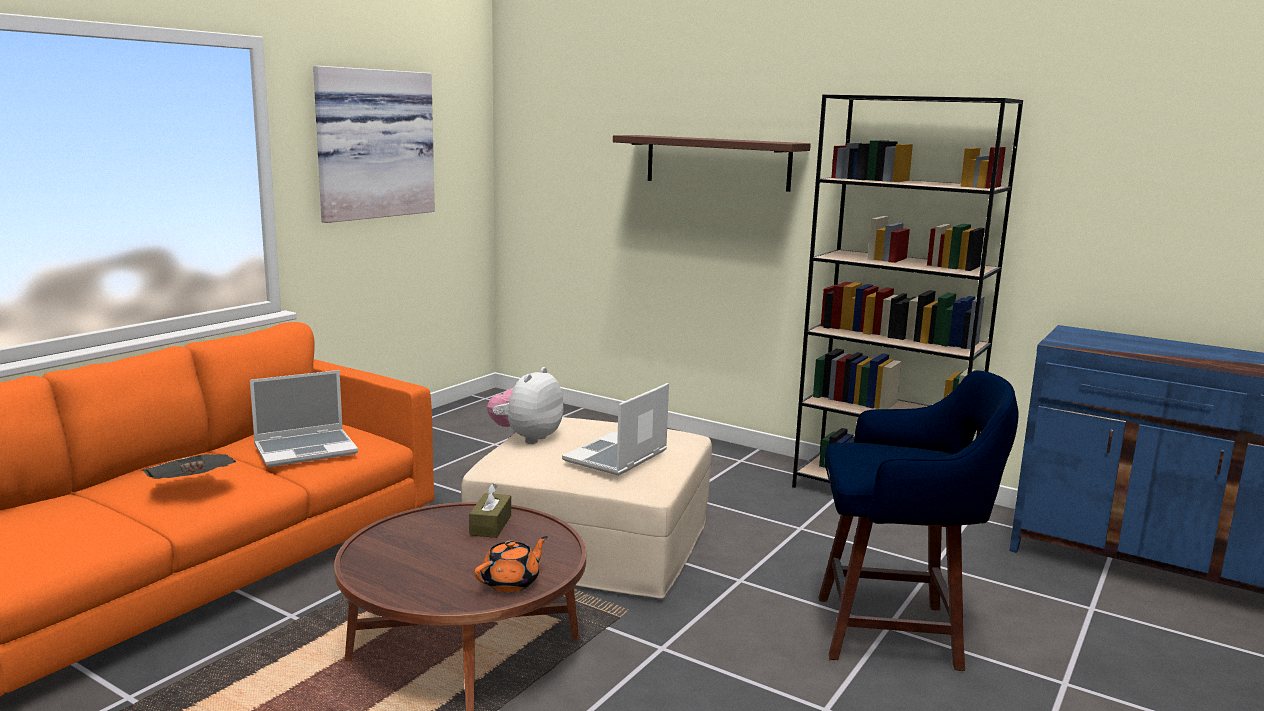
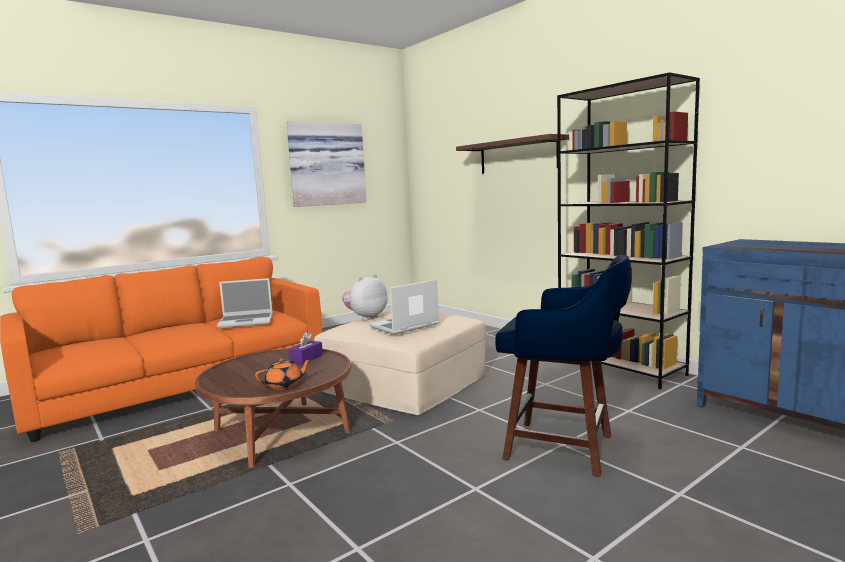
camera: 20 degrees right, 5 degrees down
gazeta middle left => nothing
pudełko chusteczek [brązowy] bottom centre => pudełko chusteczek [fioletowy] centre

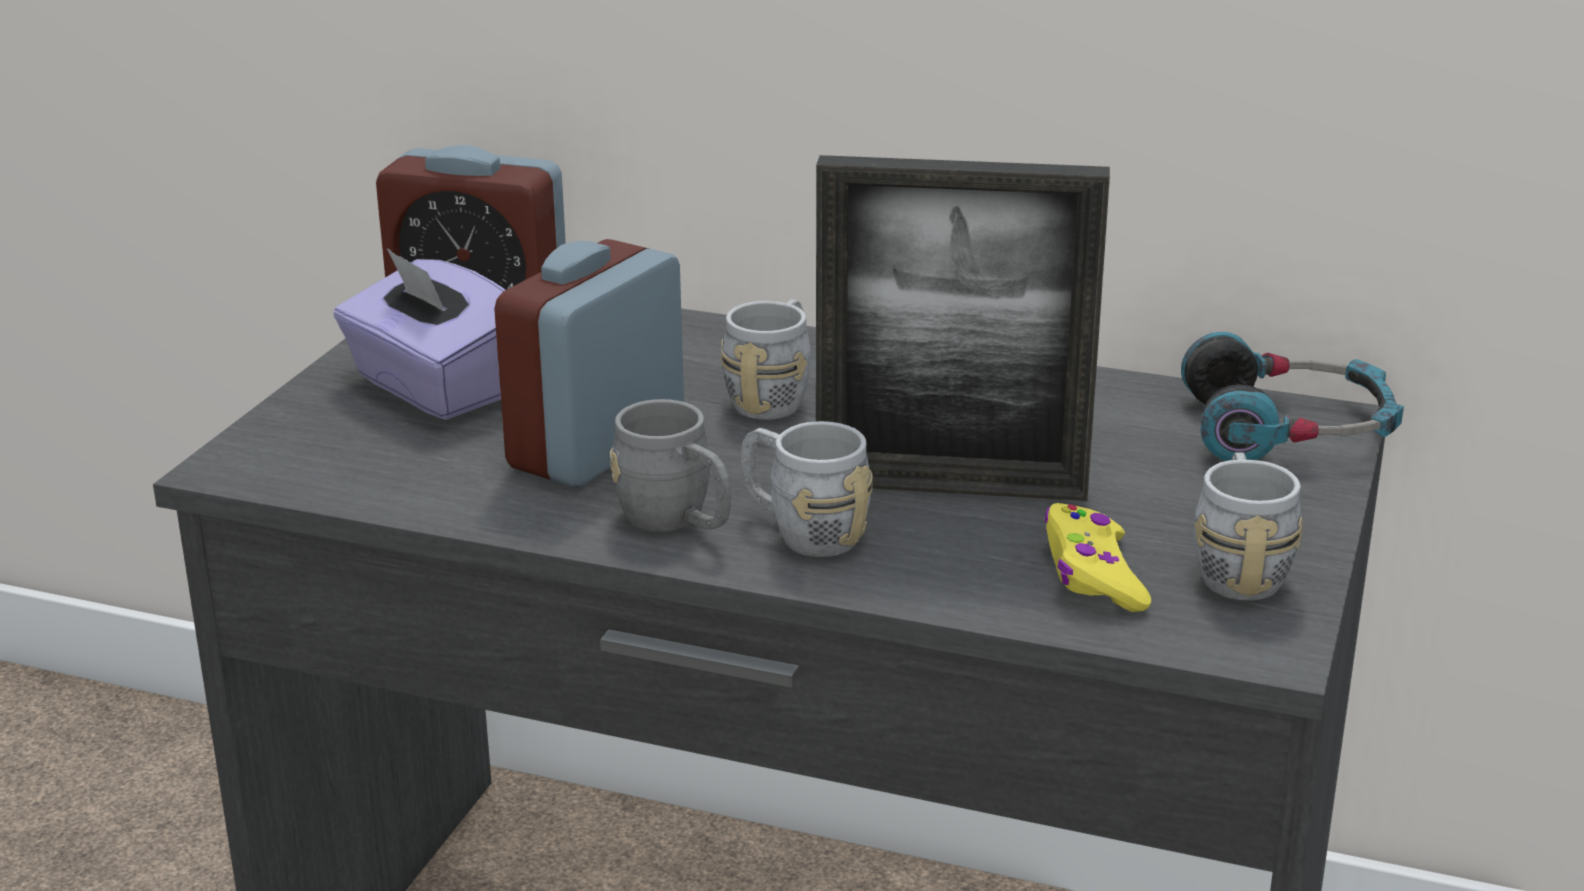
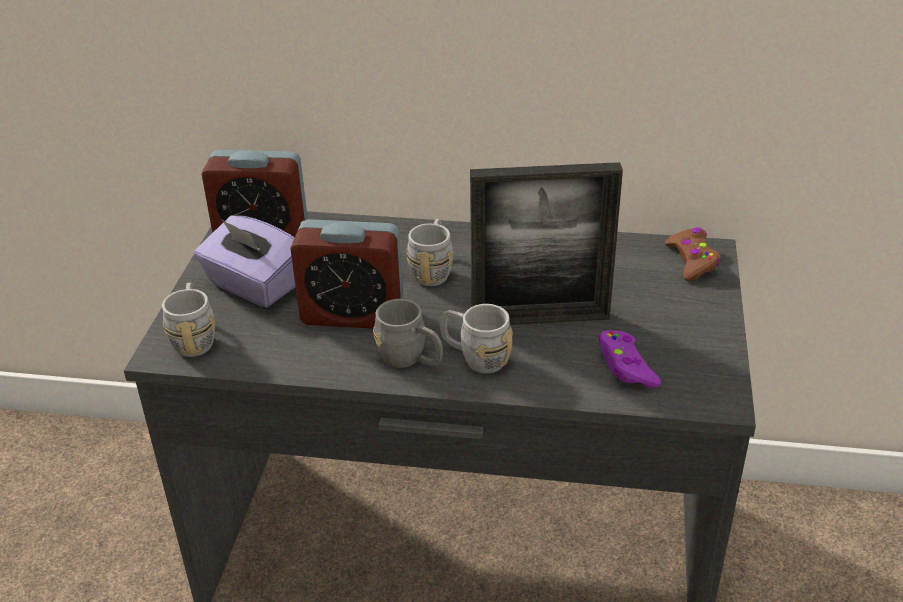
camera: 10 degrees left, 10 degrees up
kubek [szary] (4th from left in the first image) middle right => kubek [szary] (1st from left) middle left, moved
słuchawki middle right => pad do gier [brązowy] middle right
pad do gier [żółty] middle right => pad do gier [fioletowy] middle right
budzik (2nd from left) centre, 105 degrees counterclockwise

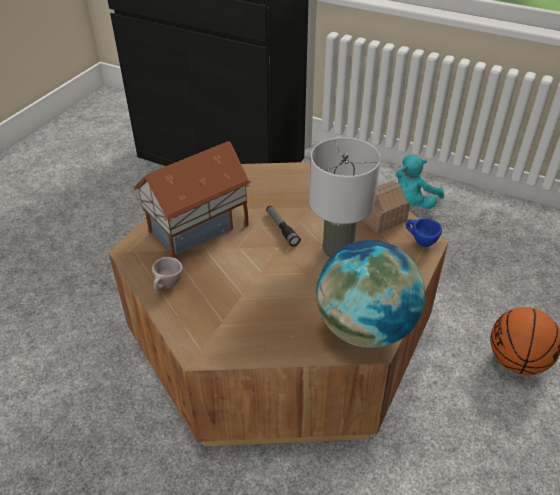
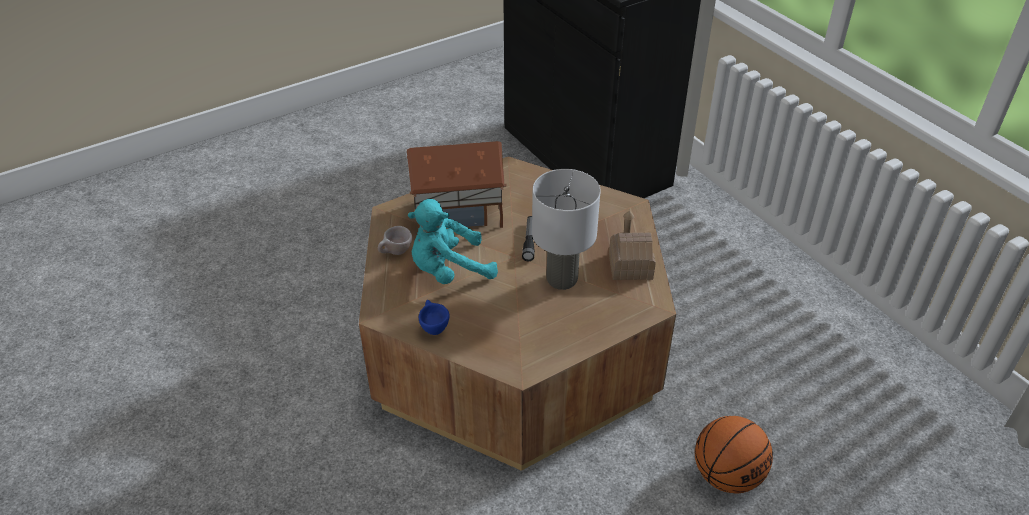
camera: 30 degrees right, 0 degrees up
globus centre => nothing
pluszak [turkusowy] middle right => pluszak [turkusowy] centre, moved
filiżanka [niebieski] middle right => filiżanka [niebieski] centre, moved

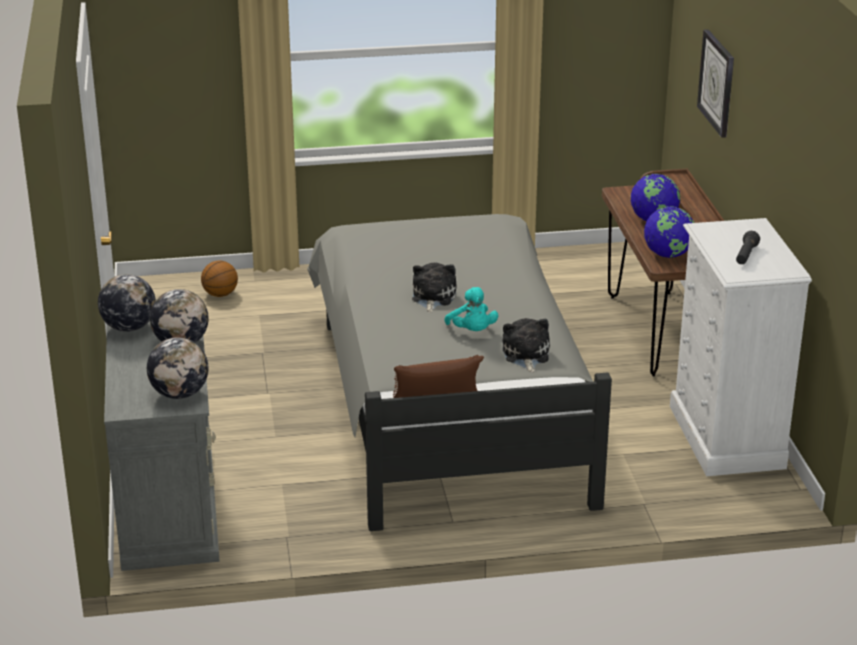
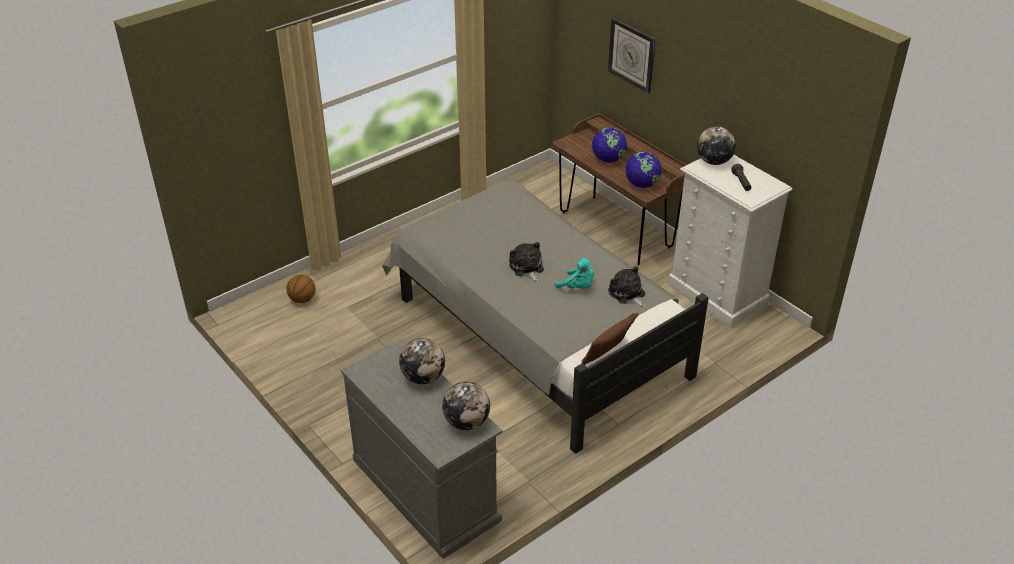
camera: 30 degrees left, 10 degrees up
globus (1st from left in the first image) middle left => globus (5th from left) top right, moved

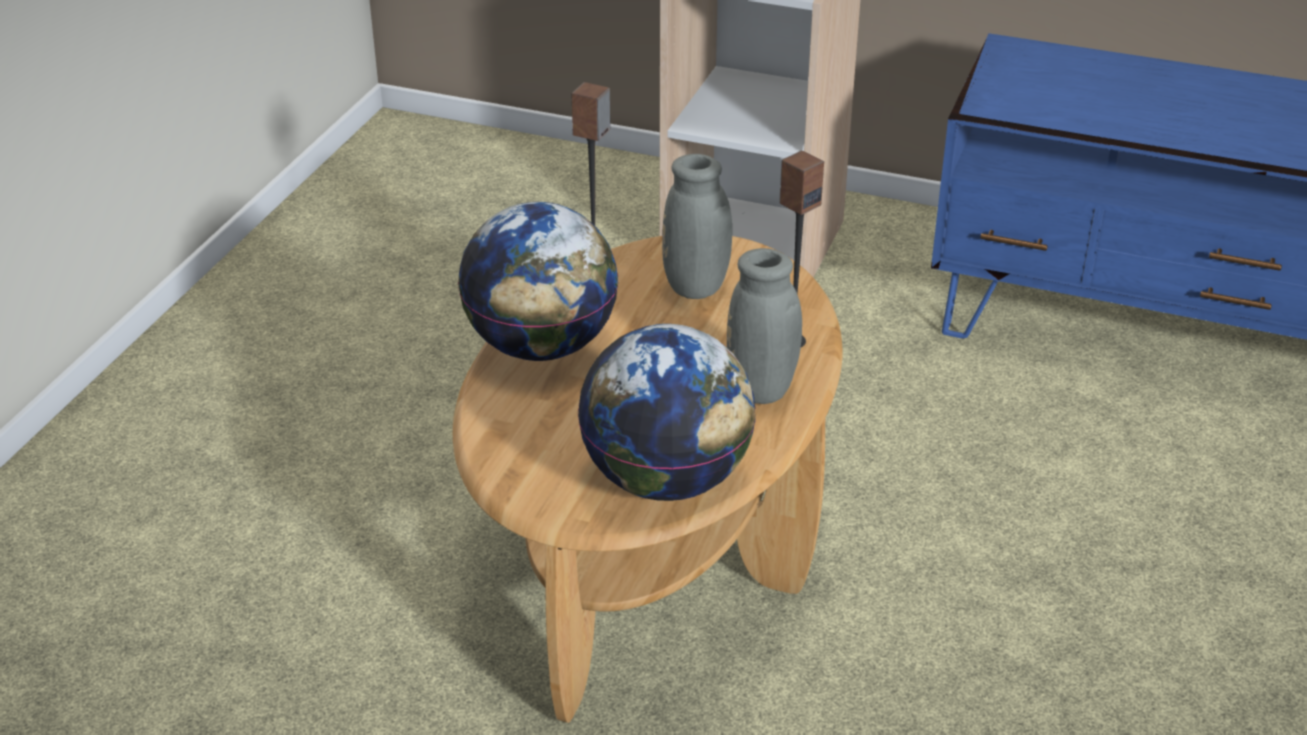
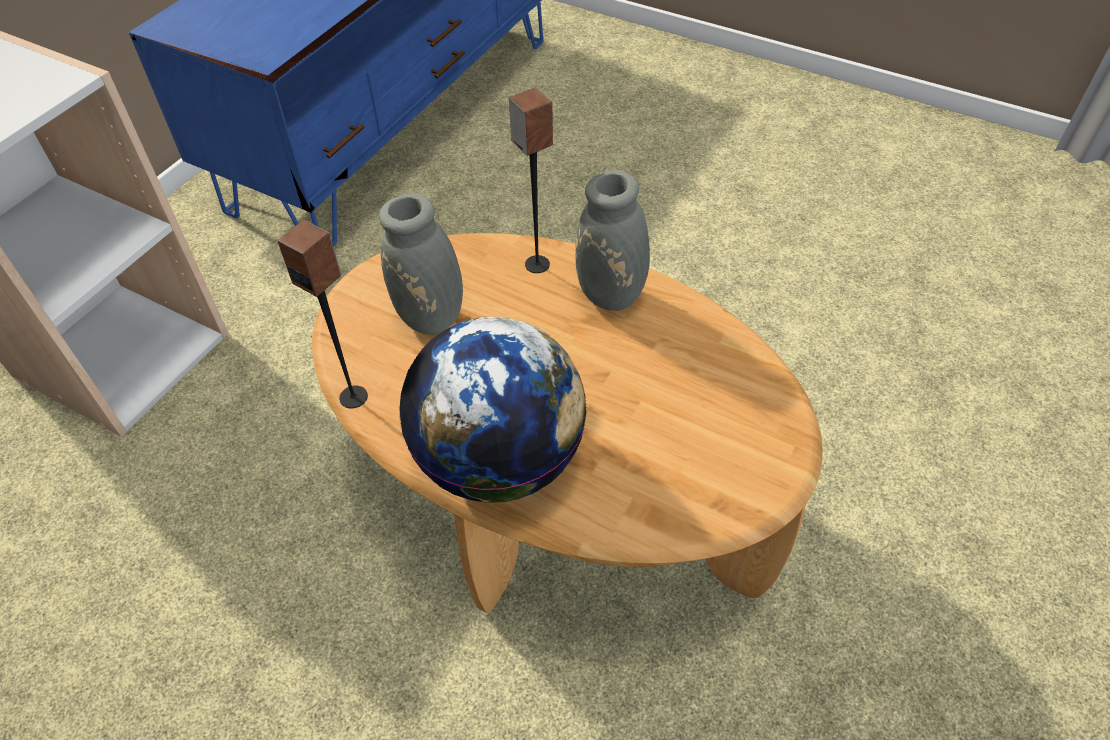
camera: 80 degrees left, 15 degrees up
globus (2nd from left) centre => nothing

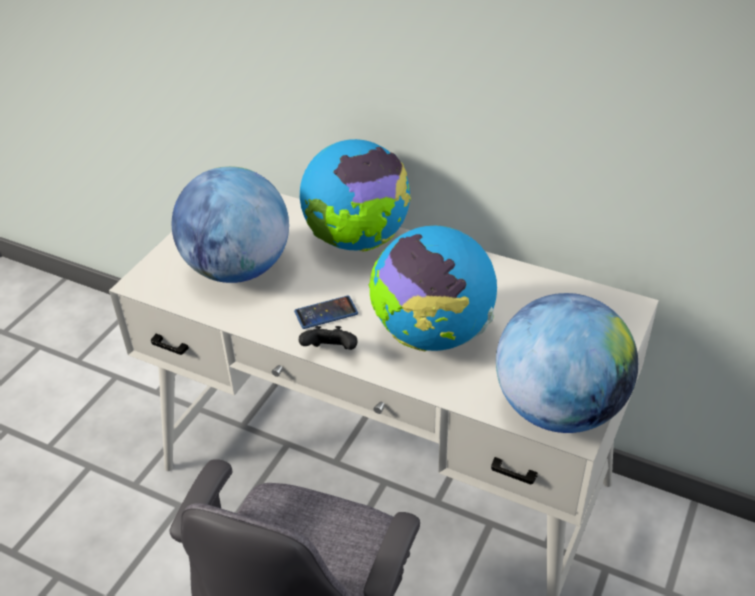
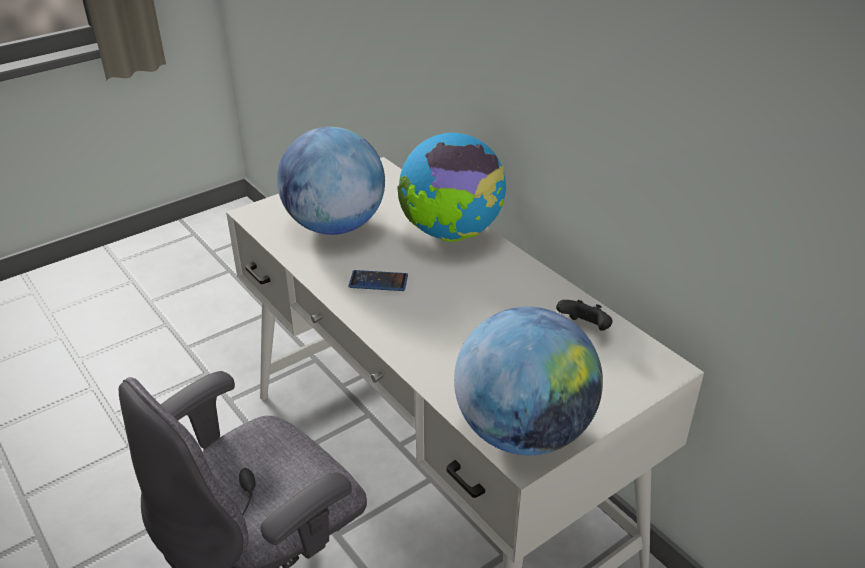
camera: 25 degrees right, 5 degrees down
globus (3rd from left) centre => nothing
pad do gier [czarny] centre => pad do gier [czarny] middle right, moved

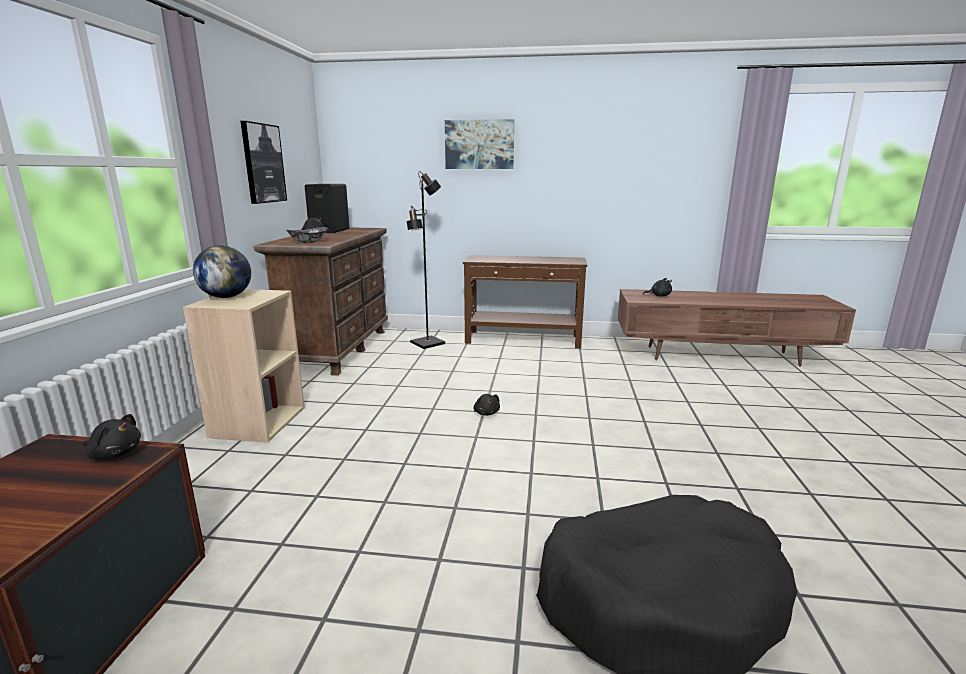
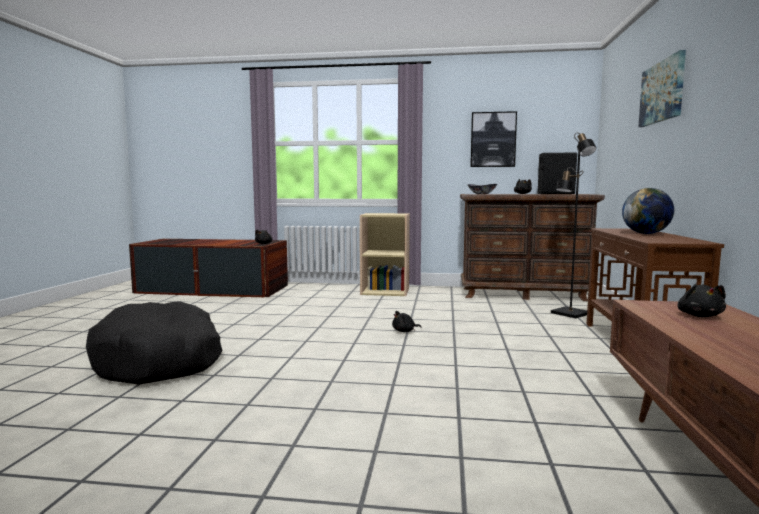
camera: 90 degrees right, 10 degrees down
globus middle left => globus middle right, moved

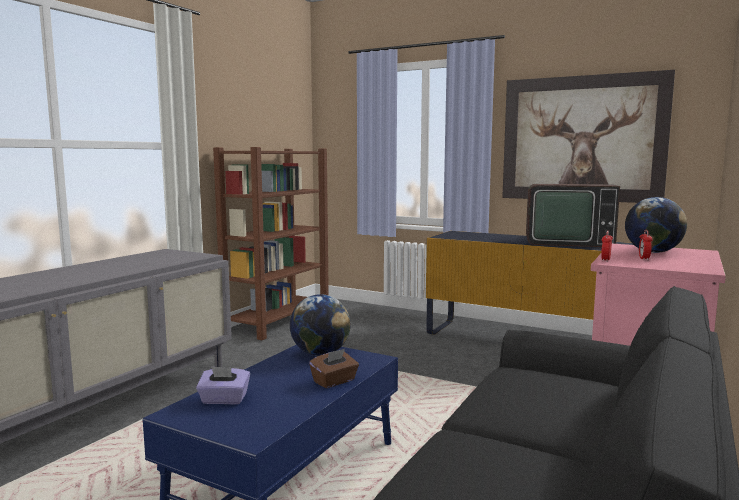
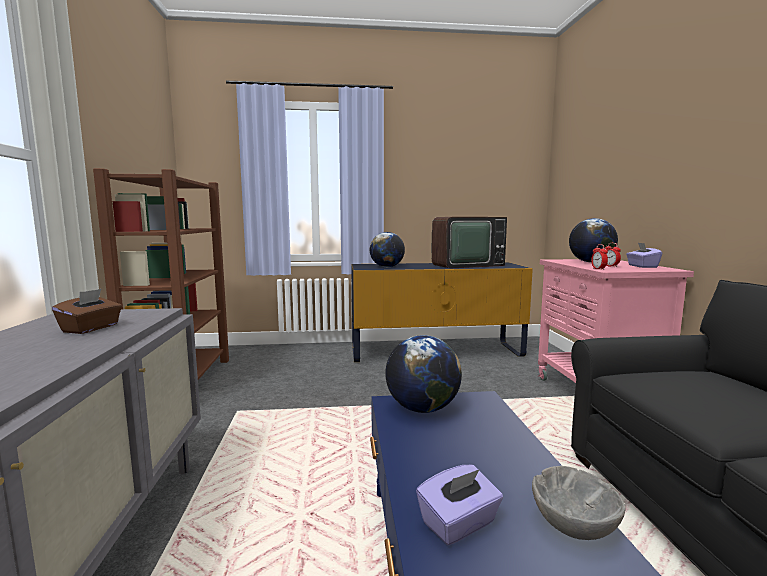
camera: 35 degrees left, 0 degrees up
obraz top right => nothing
nothing => globus (1st from left) centre
nothing => miska [szary] bottom right
nothing => pudełko chusteczek [fioletowy] (2nd from left) middle right
pudełko chusteczek [brązowy] bottom centre => pudełko chusteczek [brązowy] middle left, moved

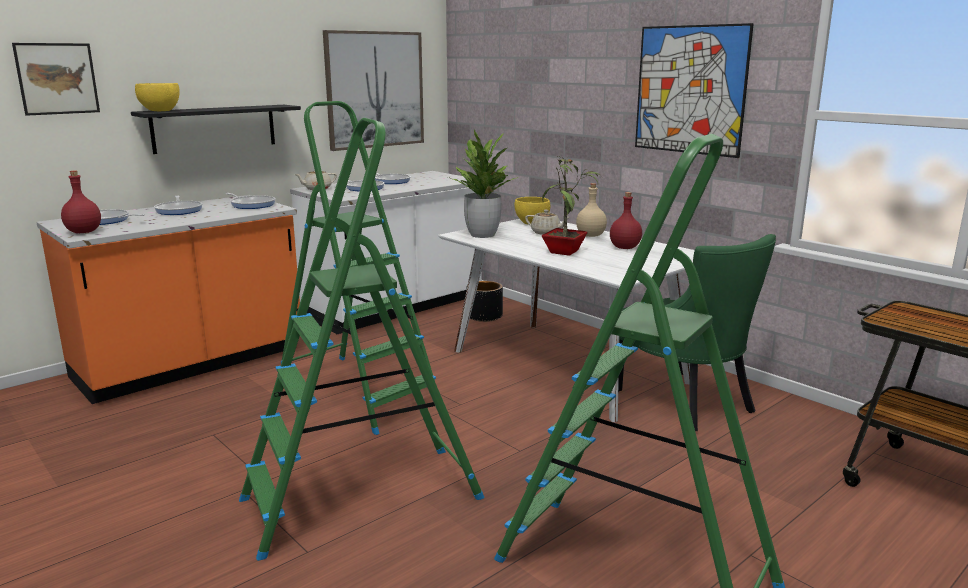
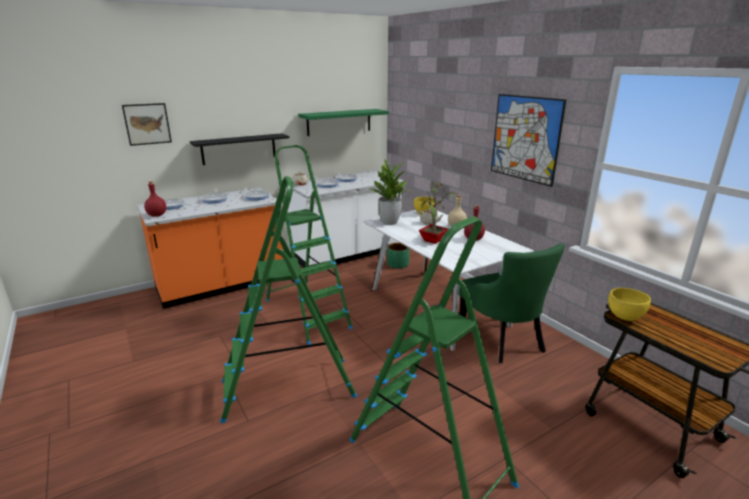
camera: 10 degrees right, 5 degrees up
miska [żółty] (1st from left in the first image) top left => miska [żółty] (2nd from left) middle right, moved
obraz (2nd from left) top centre => półka [zielony] top centre
donica [czarny] centre => donica [zielony] centre

